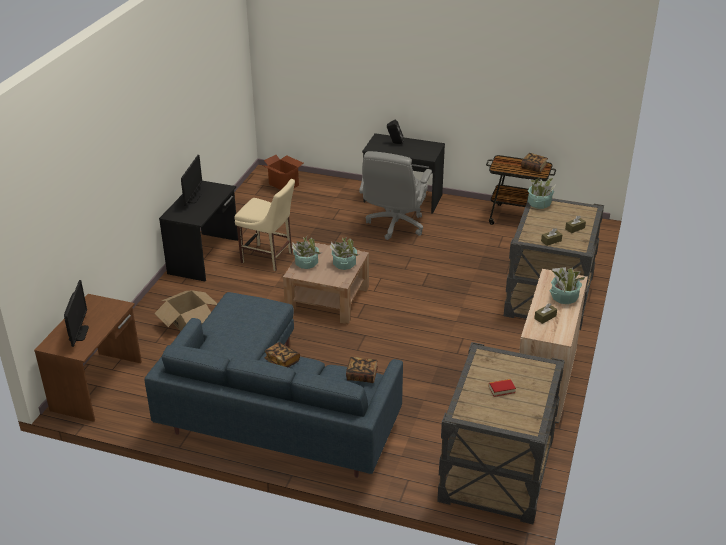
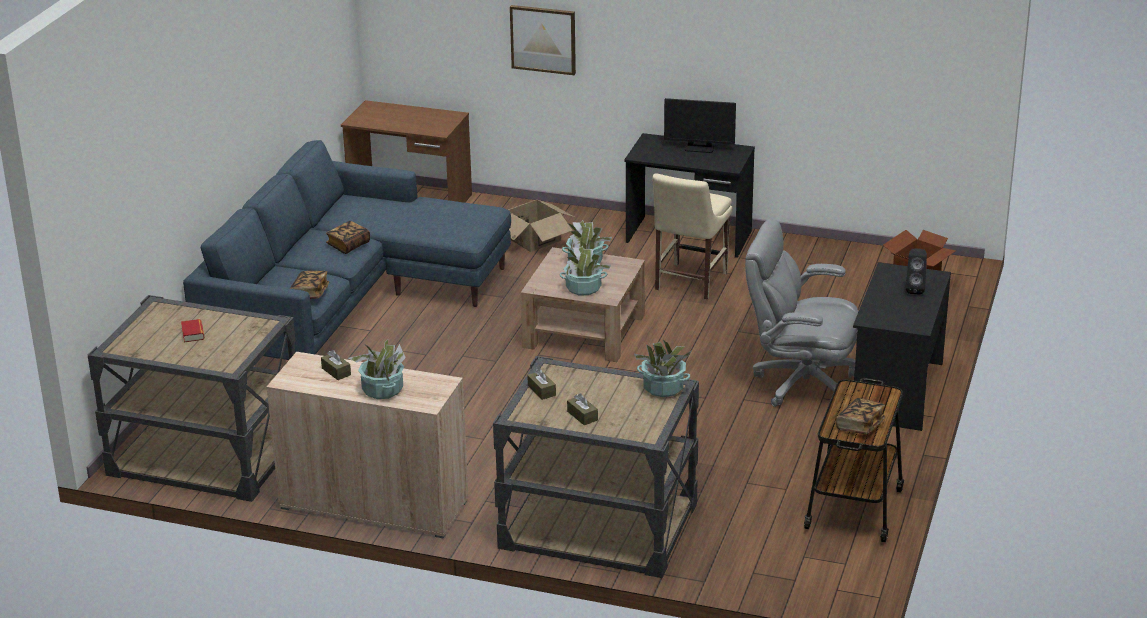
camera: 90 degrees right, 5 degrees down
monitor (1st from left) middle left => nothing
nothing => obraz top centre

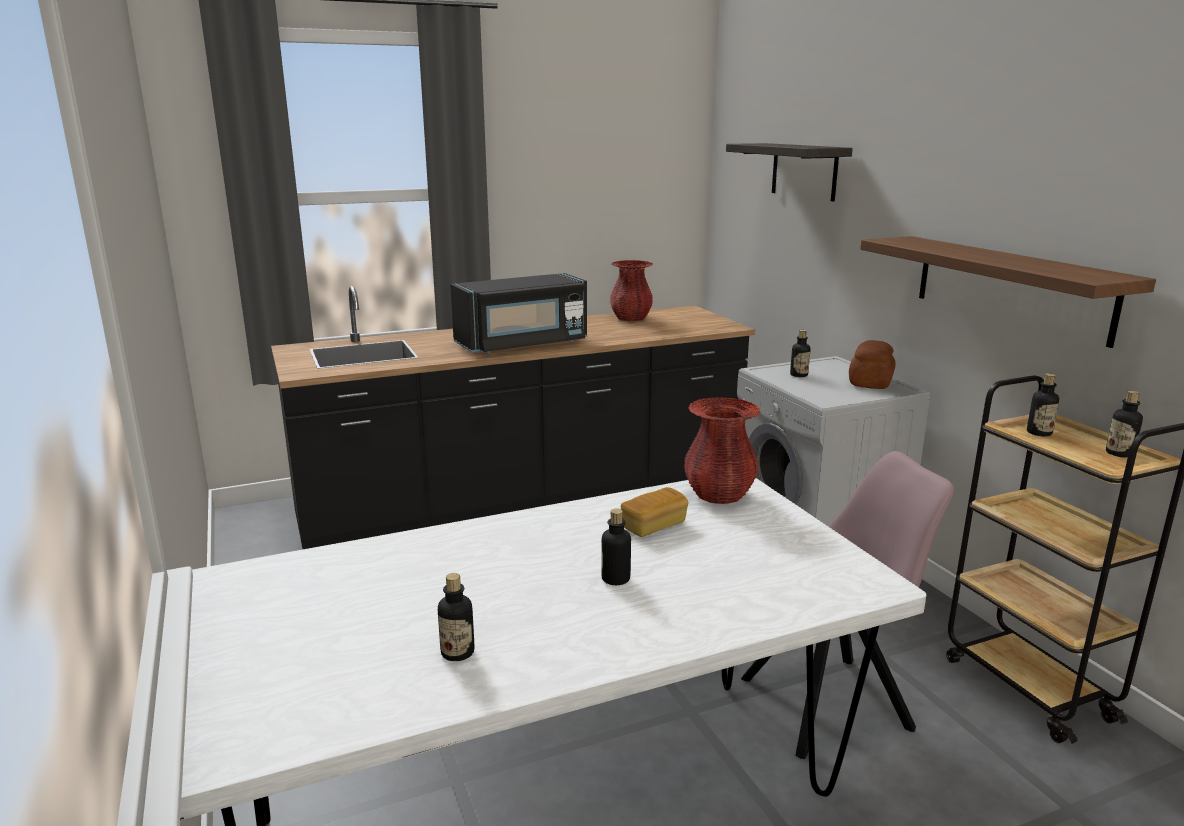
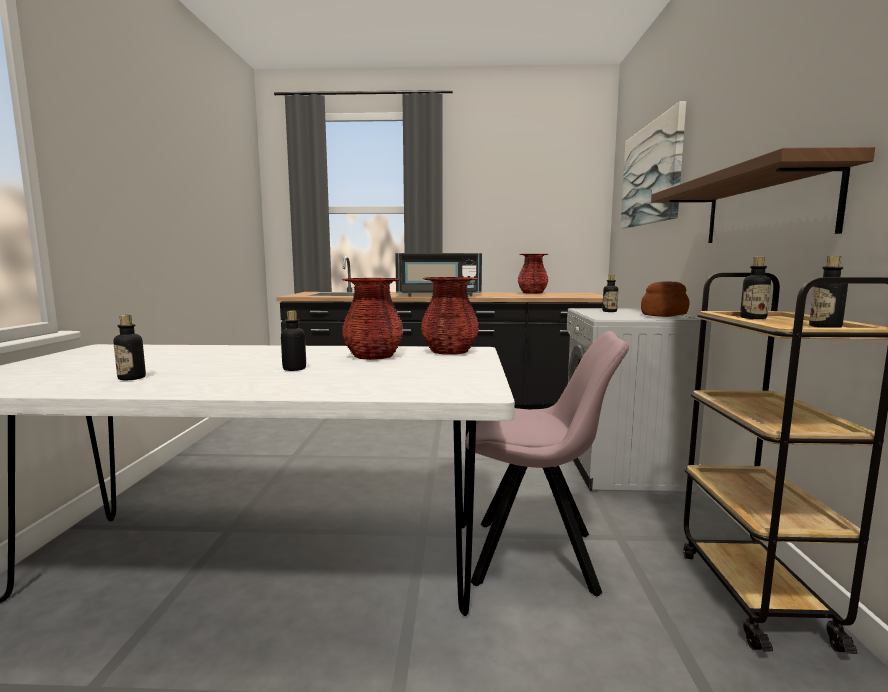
camera: 25 degrees right, 10 degrees down
chleb (1st from left) centre => wazon [czerwony] (1st from left) centre
półka (1st from left) top centre => obraz top right

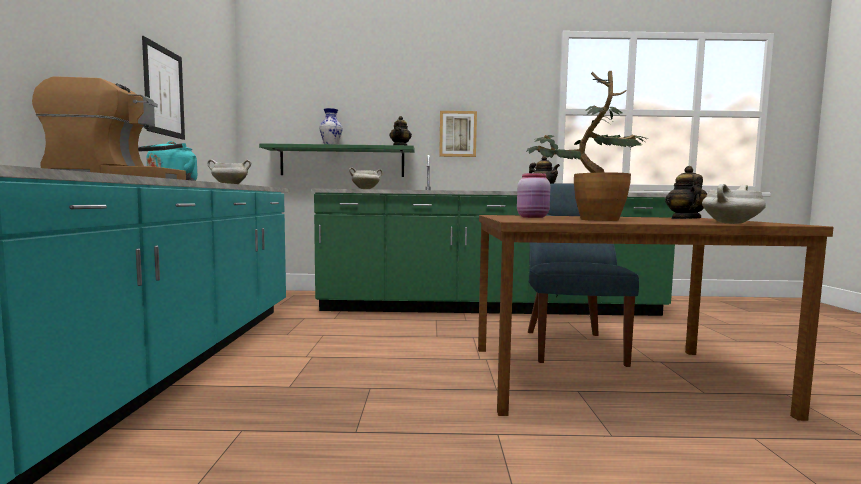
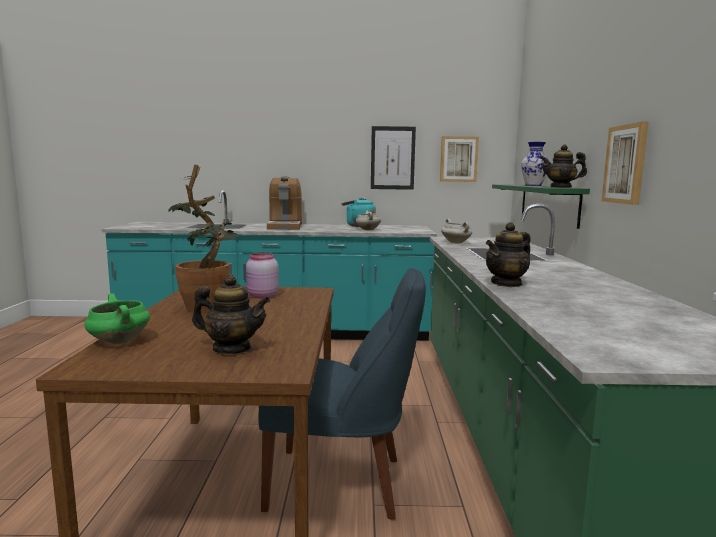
camera: 90 degrees right, 5 degrees up
nothing => obraz (2nd from left) top centre
garnek [biały] (3rd from left) middle right => garnek [zielony] middle left

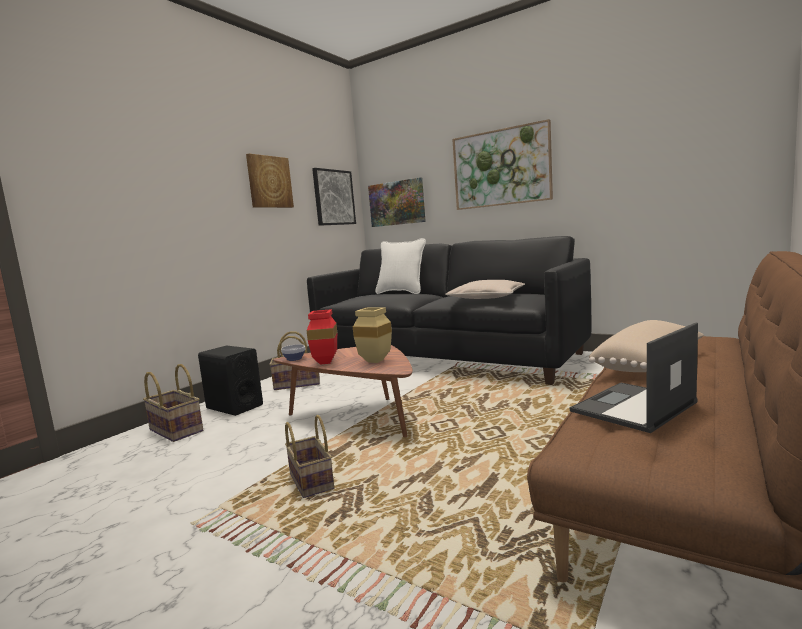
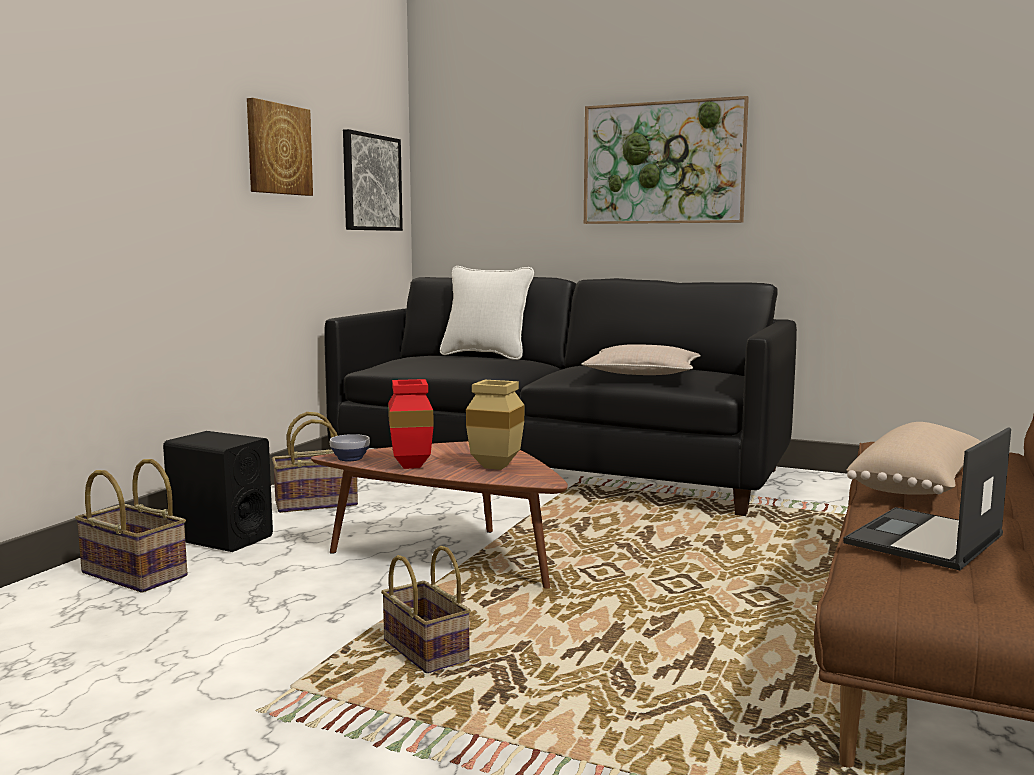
camera: 10 degrees left, 0 degrees up
obraz (3rd from left) top centre => nothing

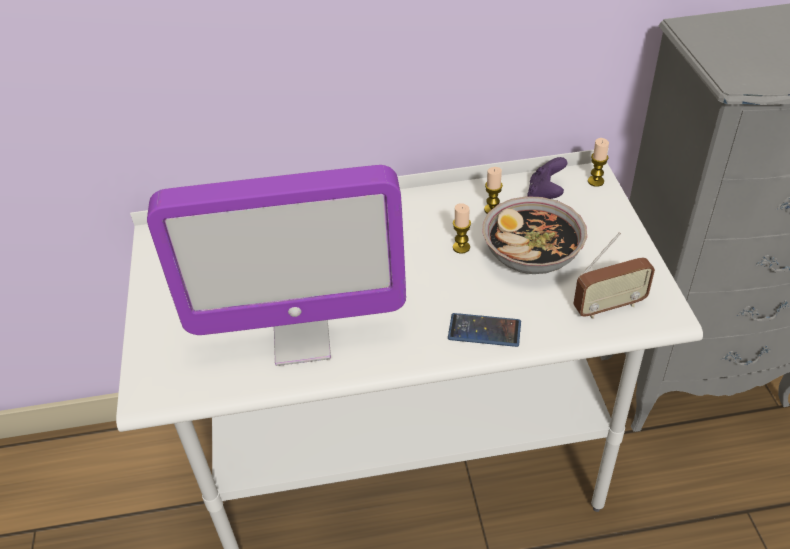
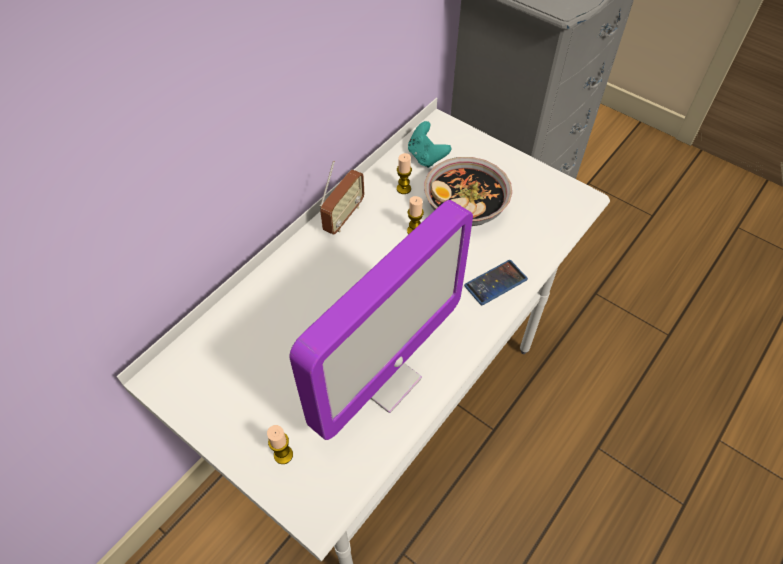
camera: 45 degrees left, 10 degrees up
radio middle right => radio centre, moved
świeca (3rd from left in the first image) top right => świeca (1st from left) bottom centre, moved
pad do gier [fioletowy] top right => pad do gier [turkusowy] top centre

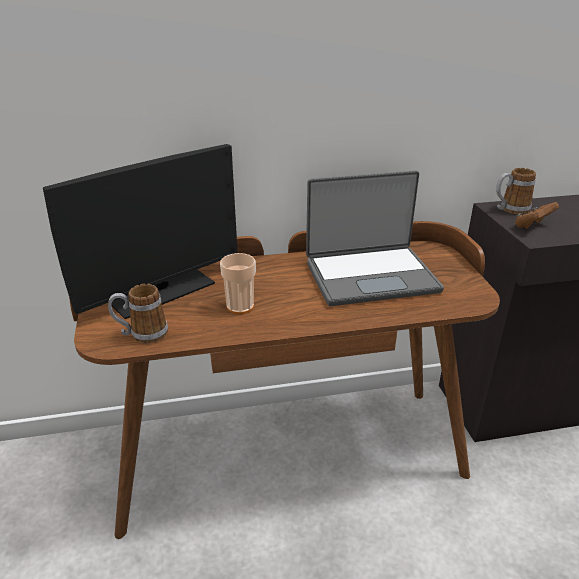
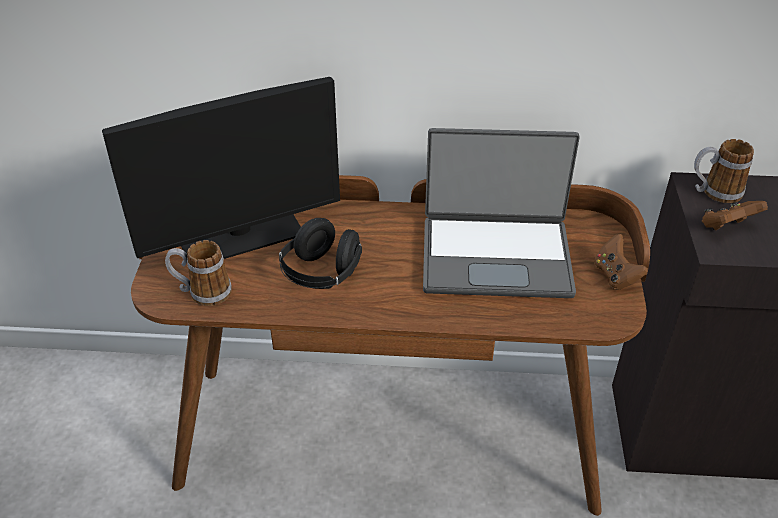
camera: 15 degrees right, 10 degrees up
nothing => pad do gier [brązowy] (1st from left) middle right
filiżanka centre => słuchawki [czarny] centre

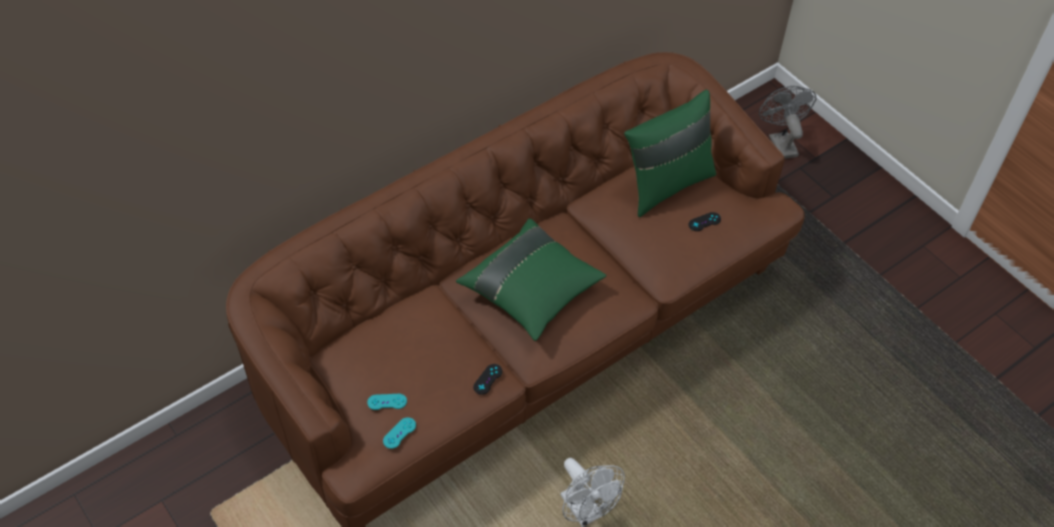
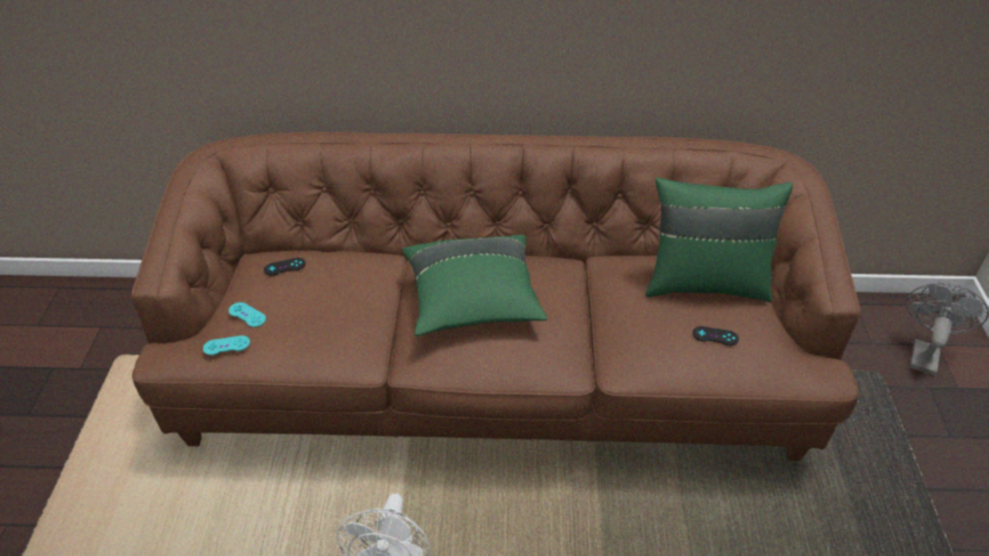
camera: 40 degrees right, 10 degrees down
pad do gier [czarny] (1st from left) bottom centre => pad do gier [czarny] (1st from left) middle left, moved

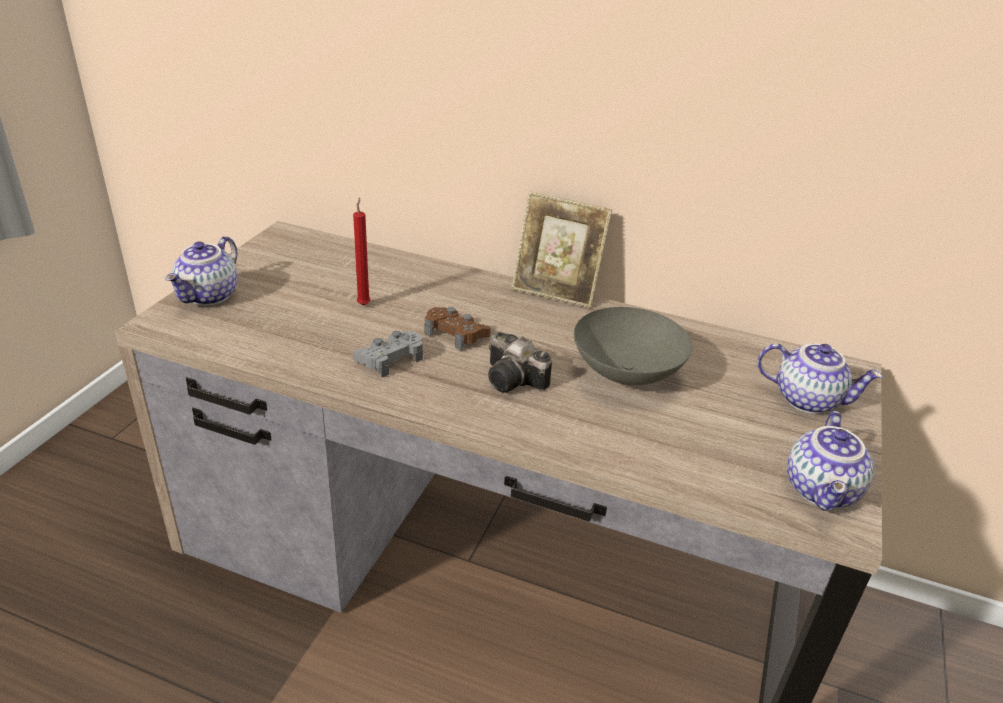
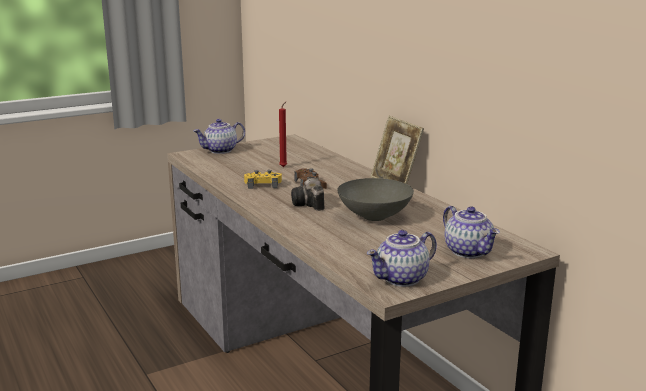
camera: 40 degrees right, 15 degrees down
pad do gier [szary] centre => pad do gier [żółty] centre

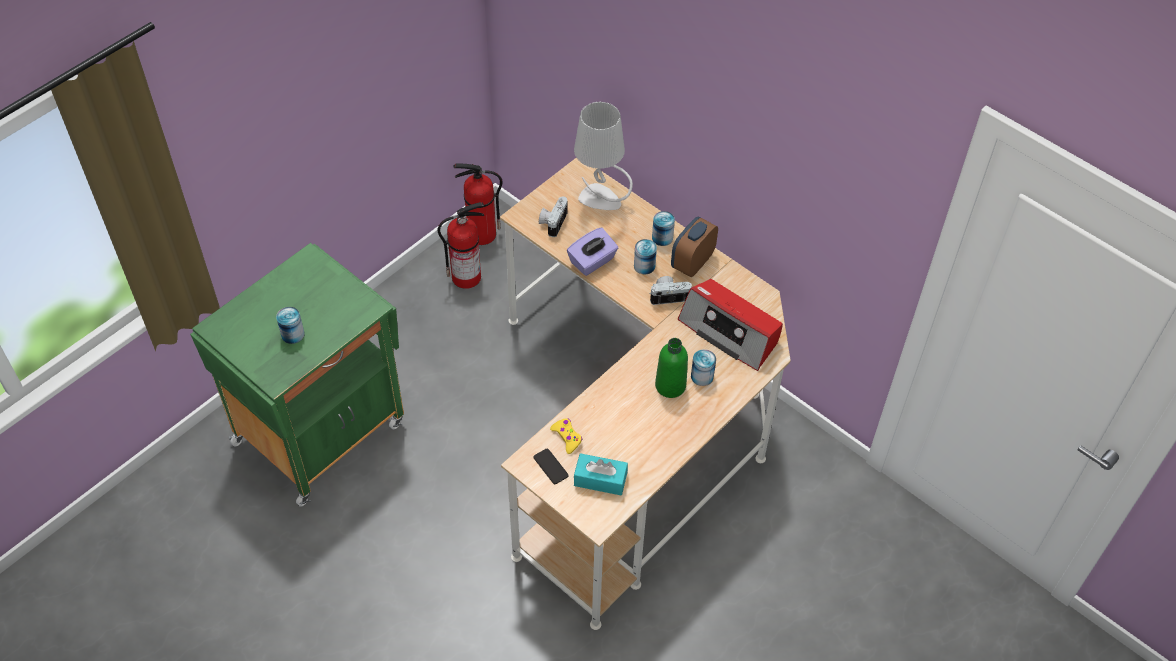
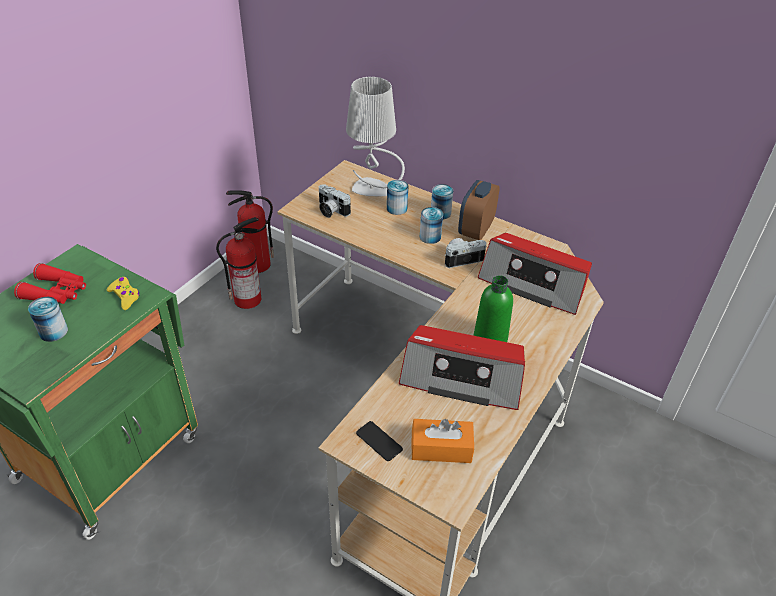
camera: 10 degrees left, 10 degrees down
pudełko chusteczek [fioletowy] centre => nothing
nothing => lornetka [czerwony] middle left
nothing => radio (1st from left) centre
pad do gier [żółty] centre => pad do gier [żółty] middle left, moved
puszka (4th from left in the first image) centre => puszka (2nd from left) top centre, moved
pudełko chusteczek [turkusowy] bottom centre => pudełko chusteczek [pomarańczowy] bottom centre
aparat fotograficzny (1st from left) top centre => aparat fotograficzny (1st from left) centre, 60 degrees counterclockwise

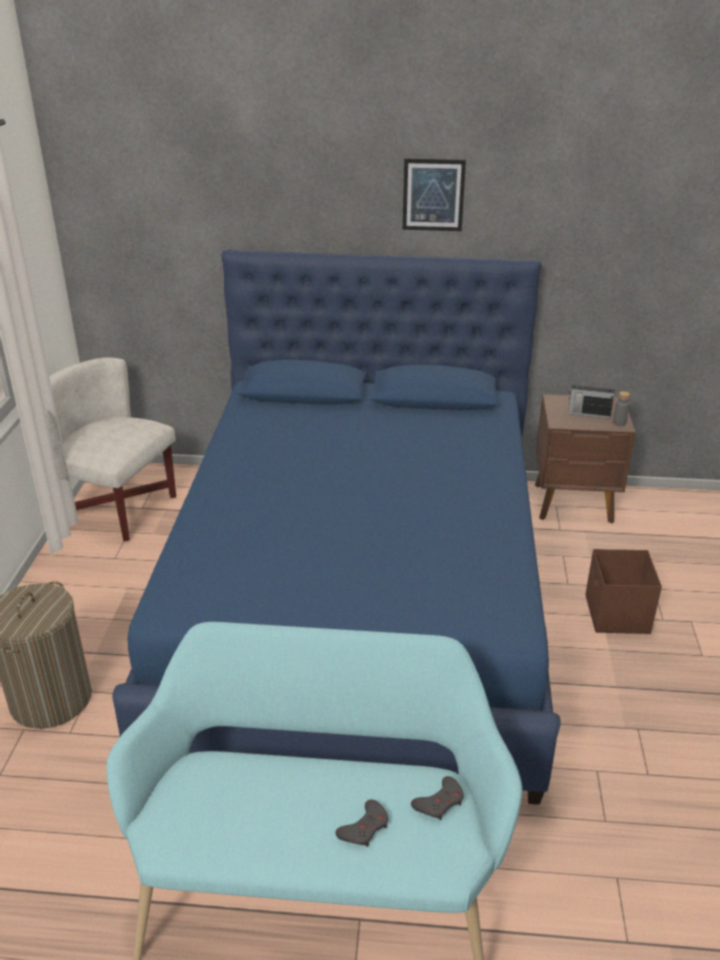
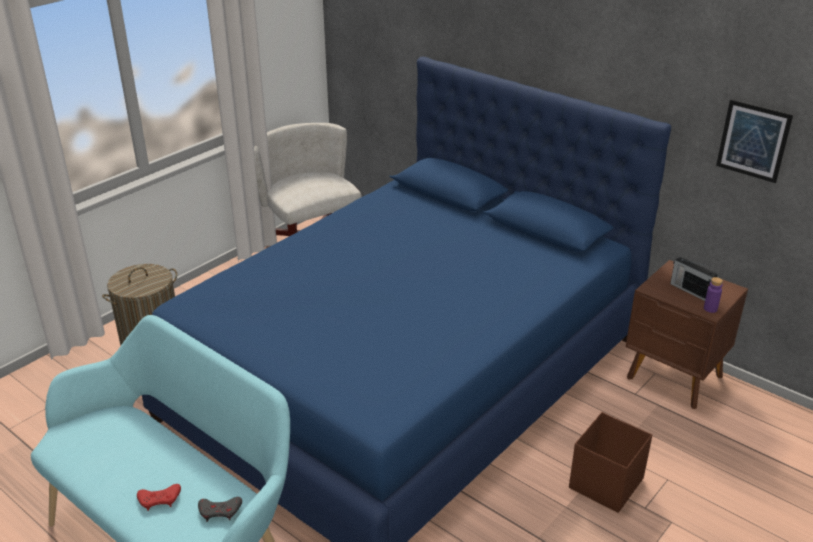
camera: 35 degrees right, 0 degrees up
obraz top centre => obraz top right, moved
pad do gier [szary] (1st from left) bottom centre => pad do gier [czerwony] bottom left
butelka [szary] middle right => butelka [fioletowy] middle right

